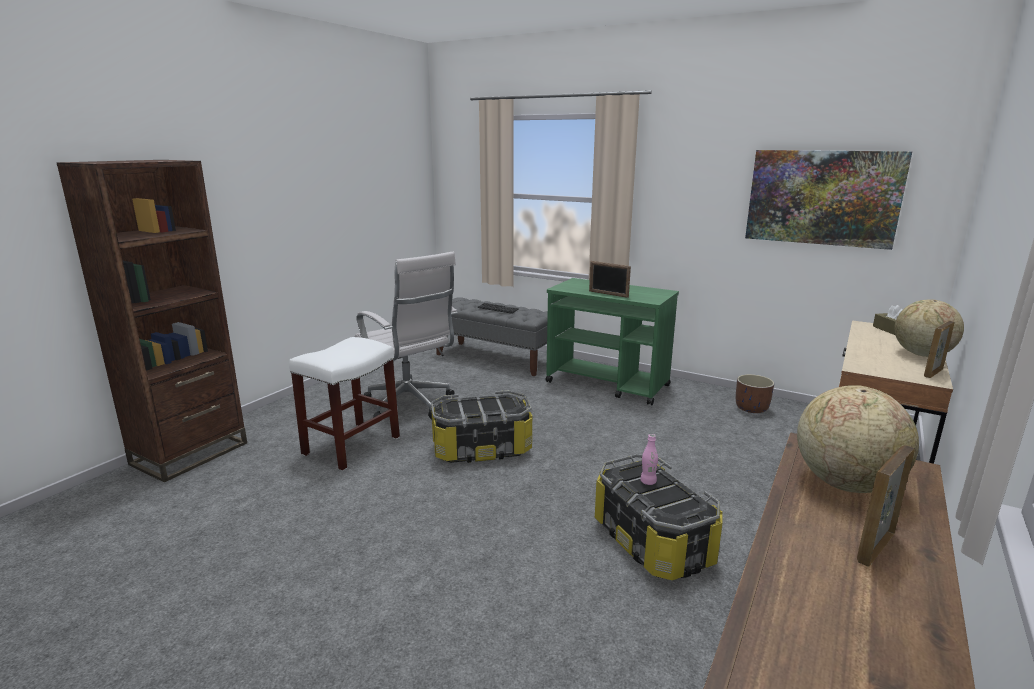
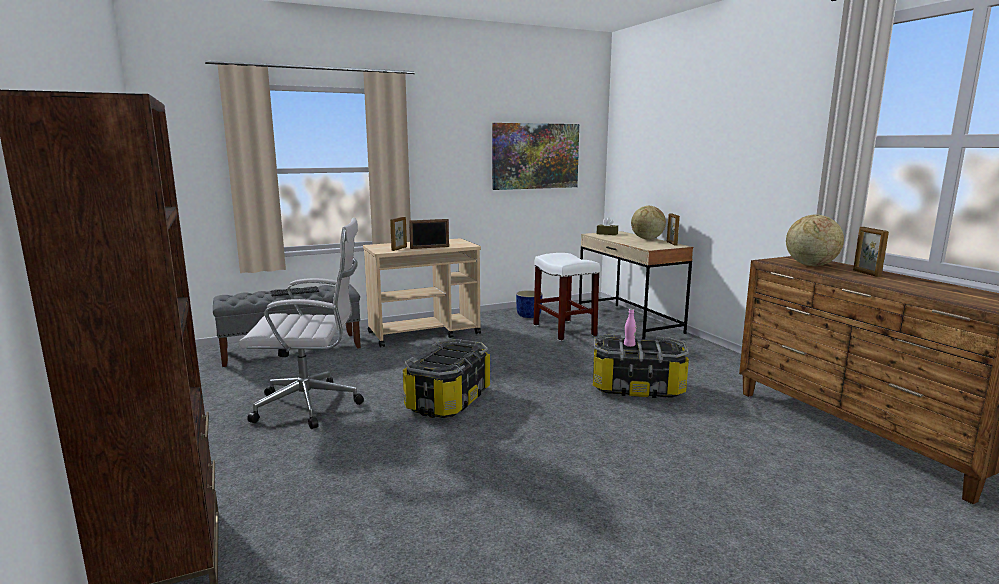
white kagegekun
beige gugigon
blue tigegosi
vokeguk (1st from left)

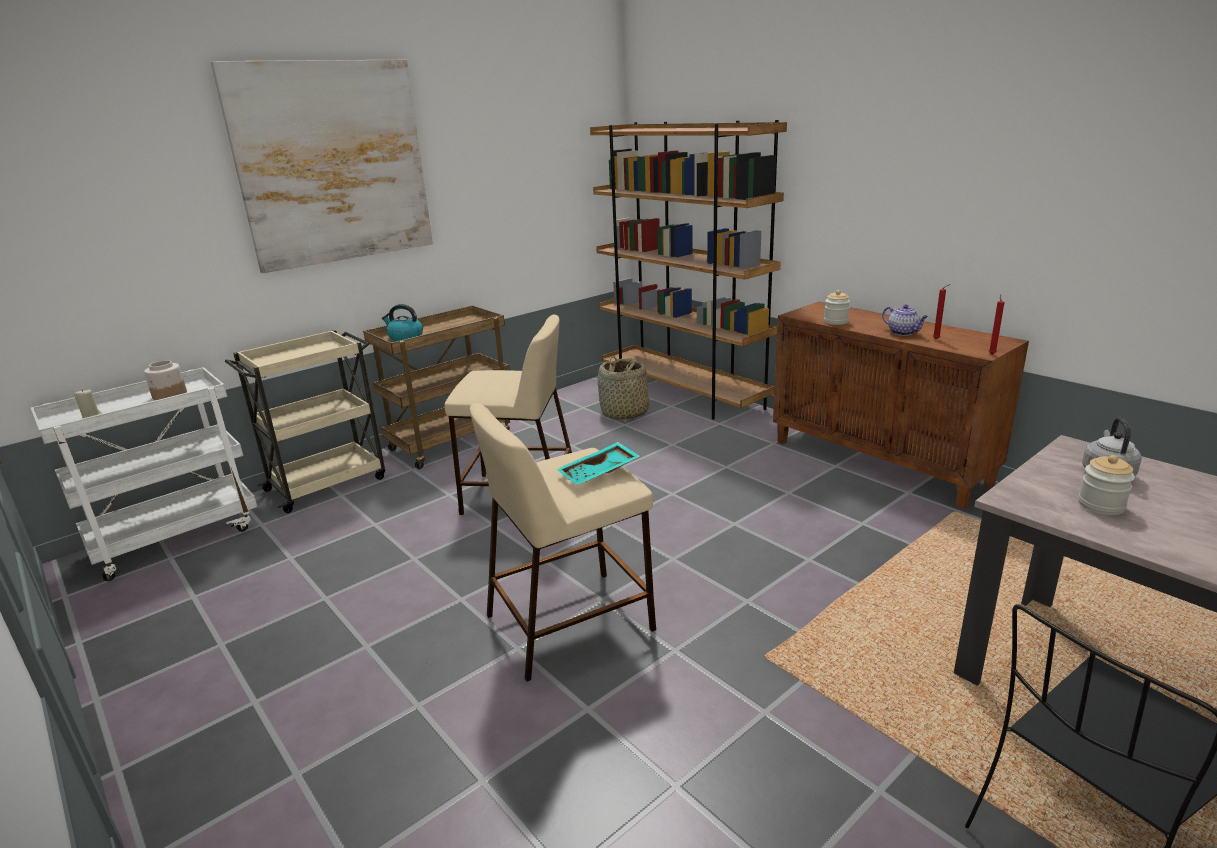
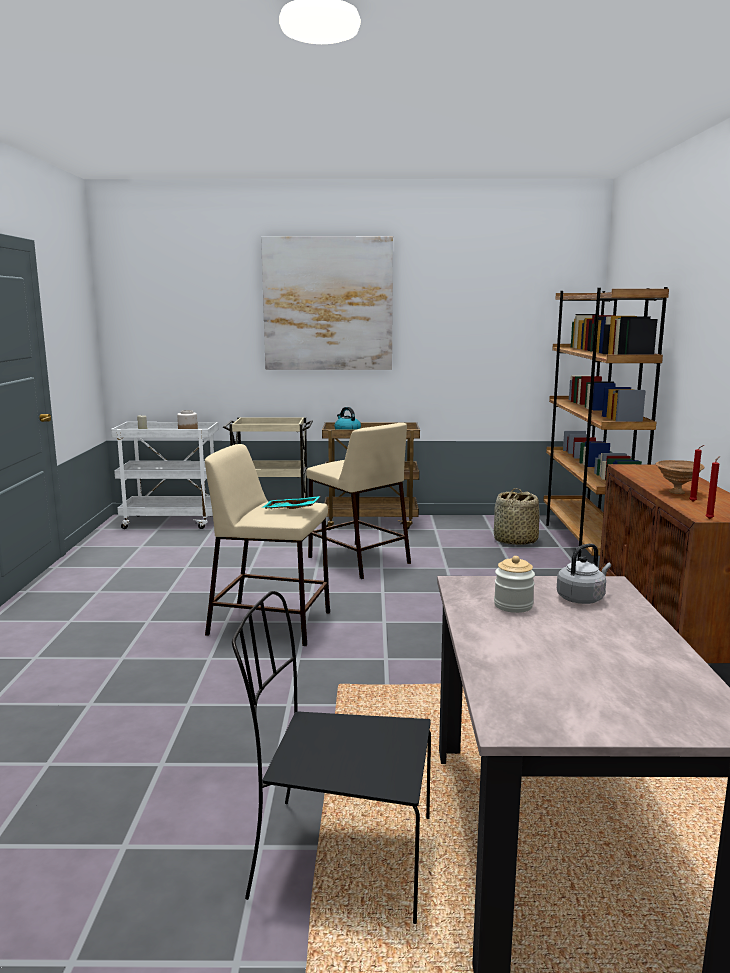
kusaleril (2nd from left in the first image)
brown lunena

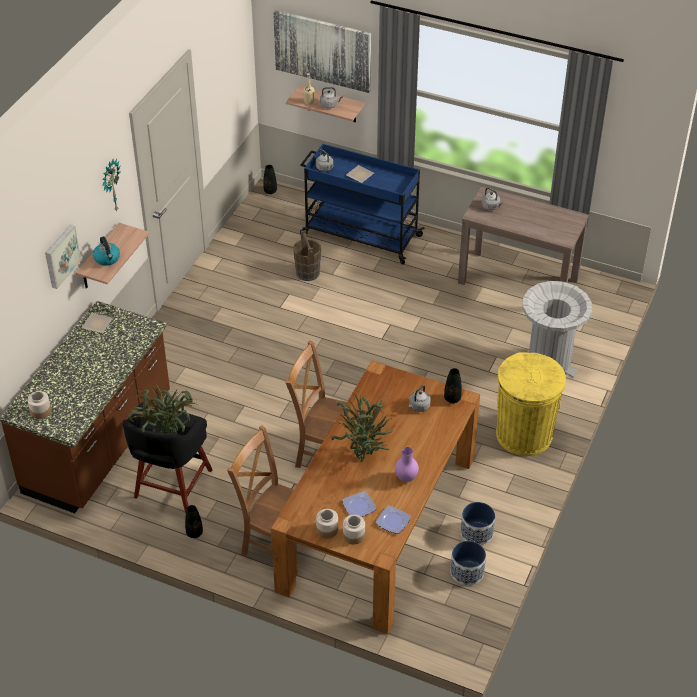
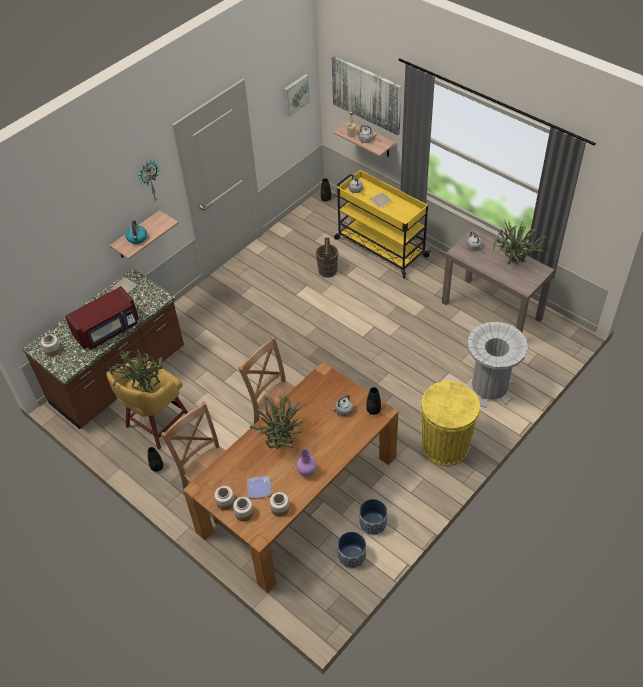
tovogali (1st from left)
yellow kagegekun
yellow gugigon
kusaleril (4th from left)
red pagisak
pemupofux (3rd from left)

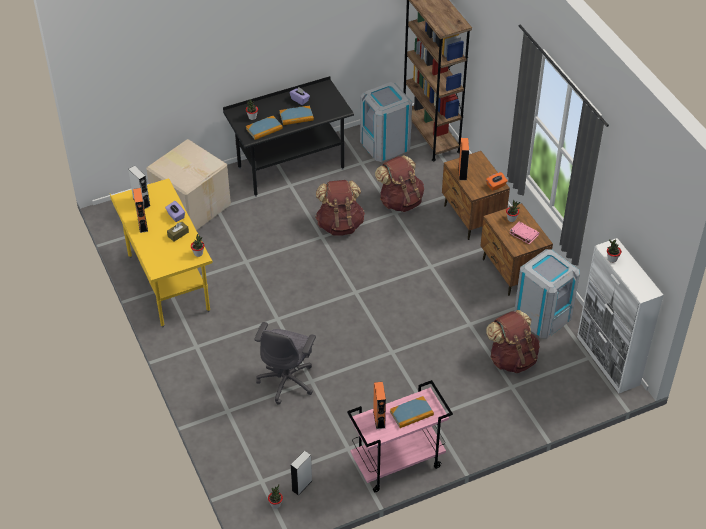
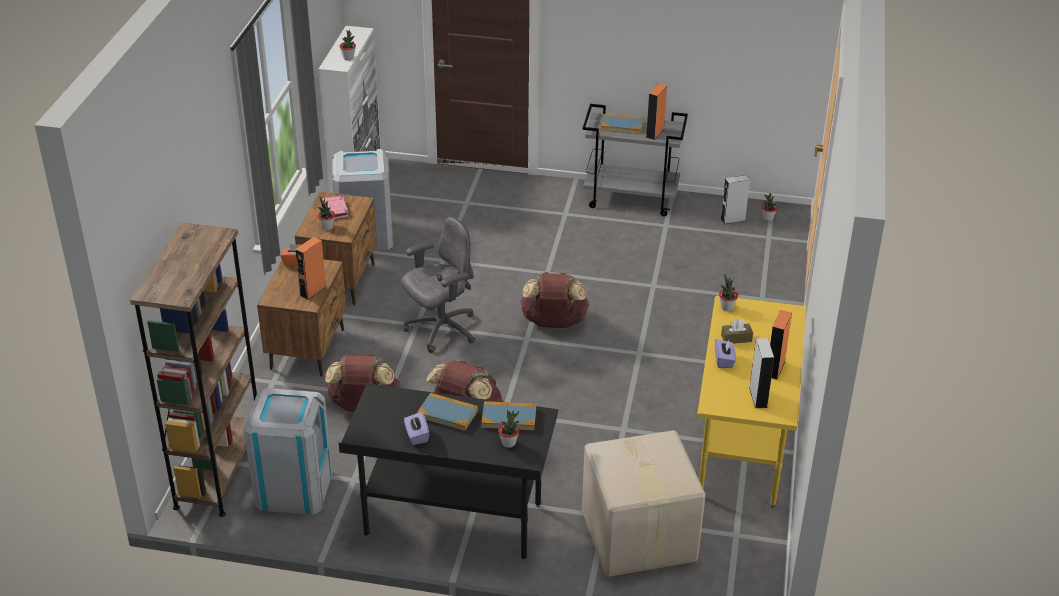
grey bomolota
grey gugigon
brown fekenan (3rd from left)

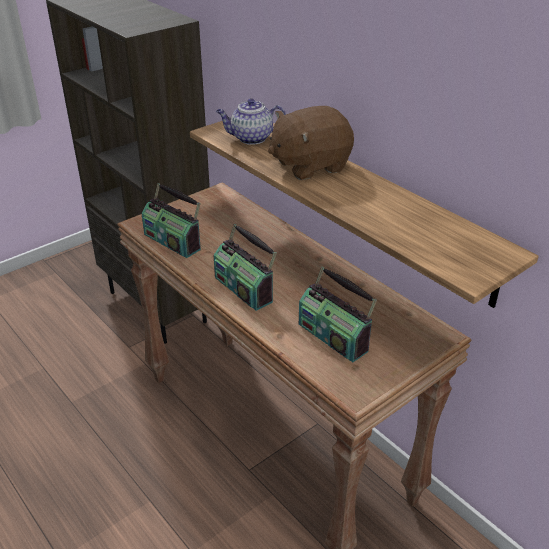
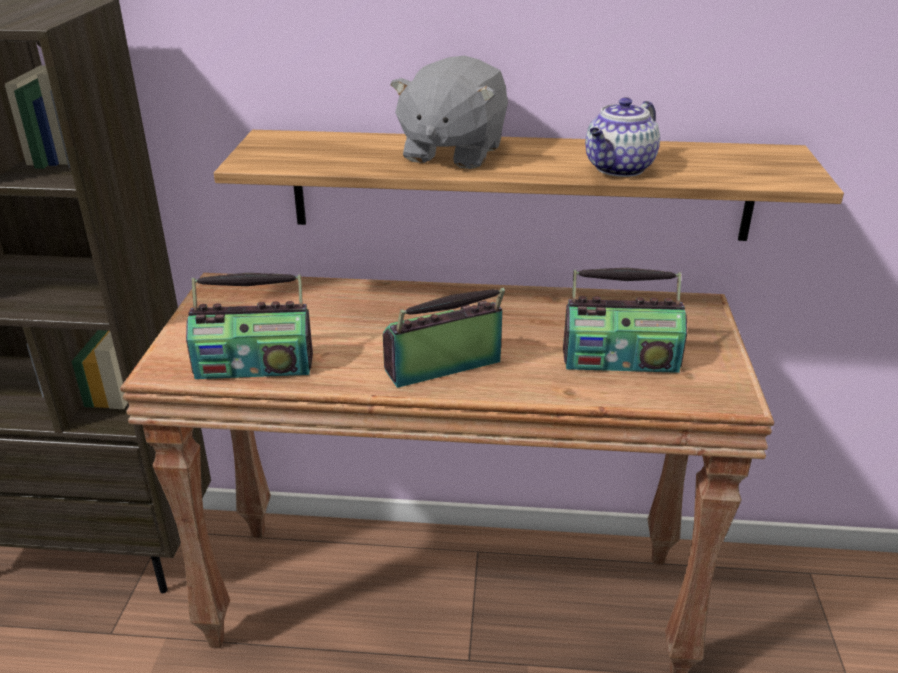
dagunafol (2nd from left)
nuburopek
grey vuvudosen

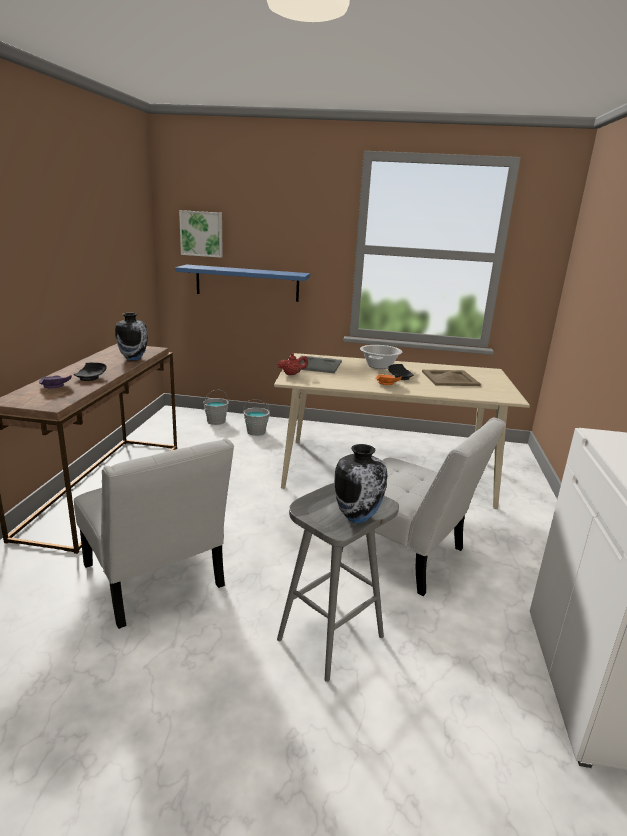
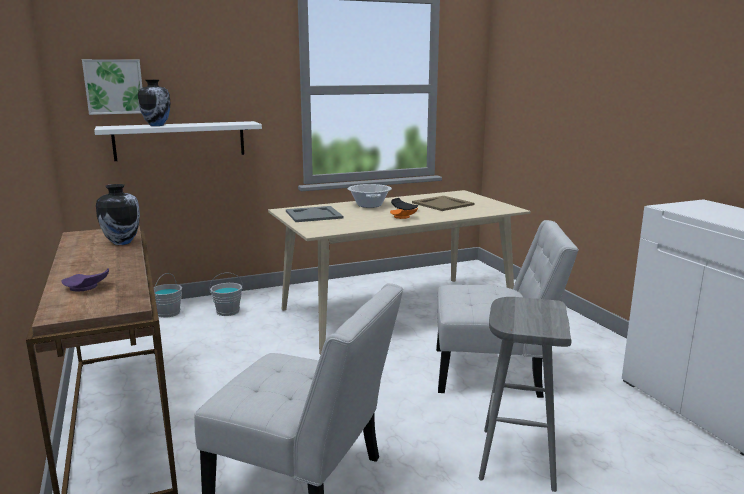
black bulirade (1st from left in the first image)
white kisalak
red nuburopek
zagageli (2nd from left)

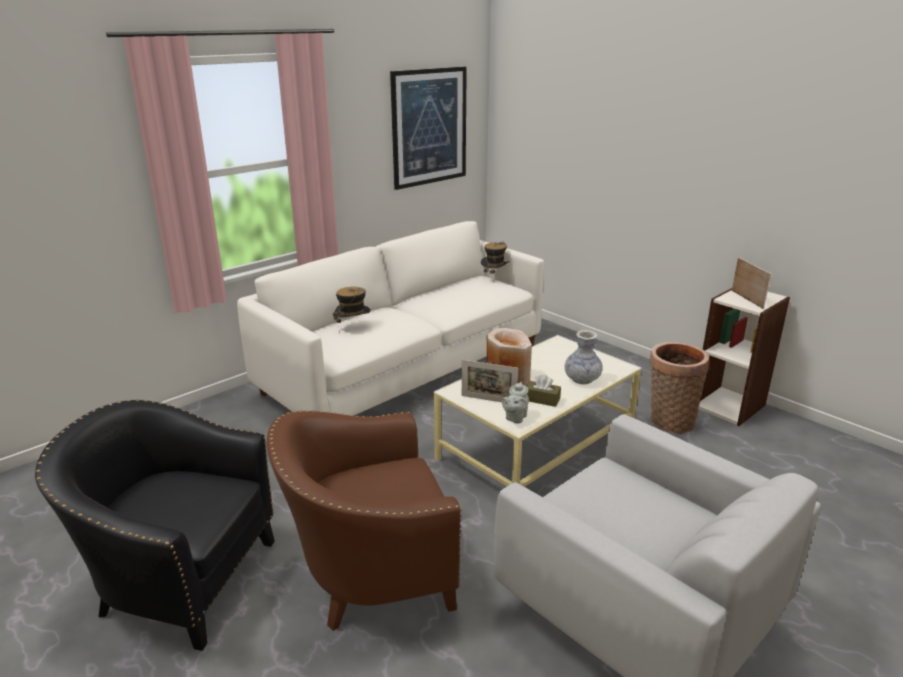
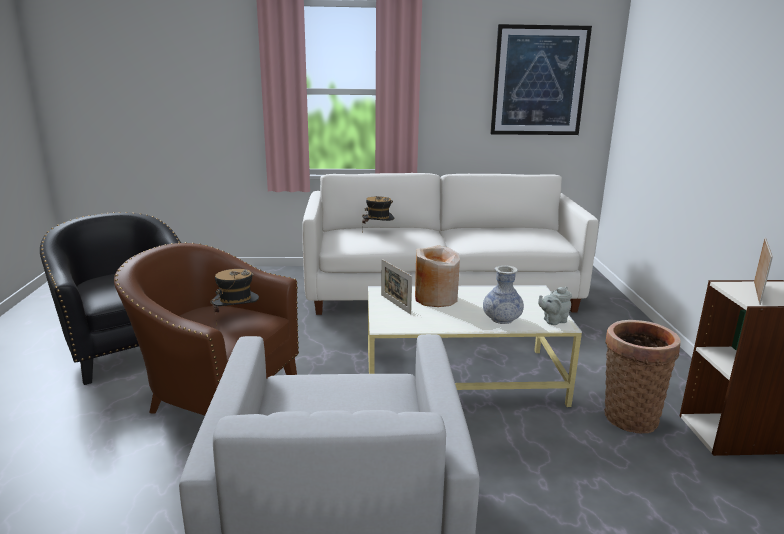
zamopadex (1st from left)
grey nuburopek
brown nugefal

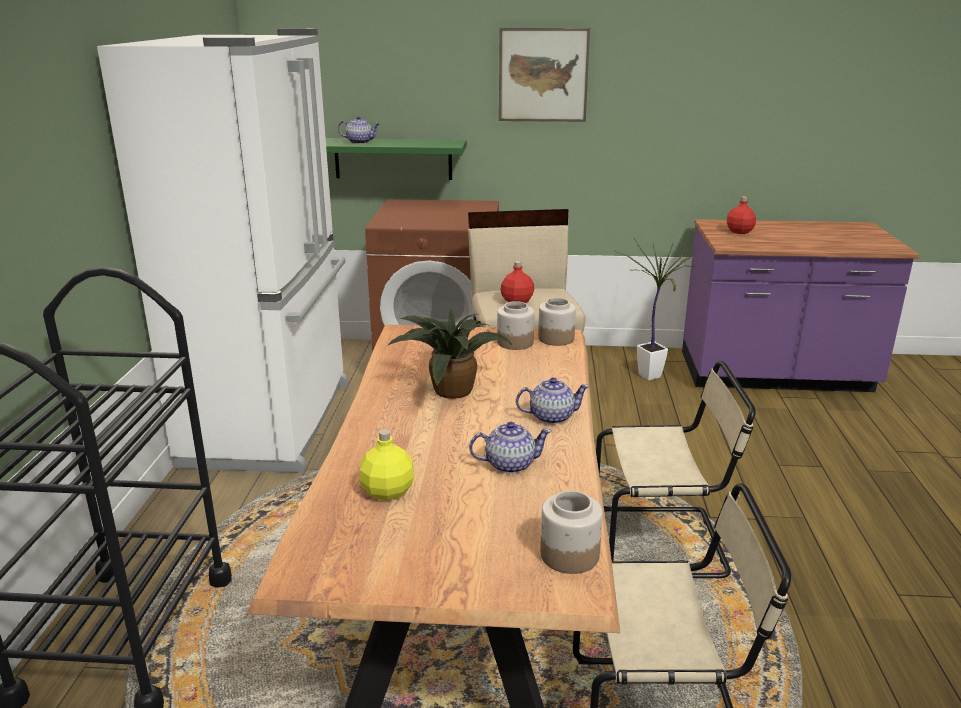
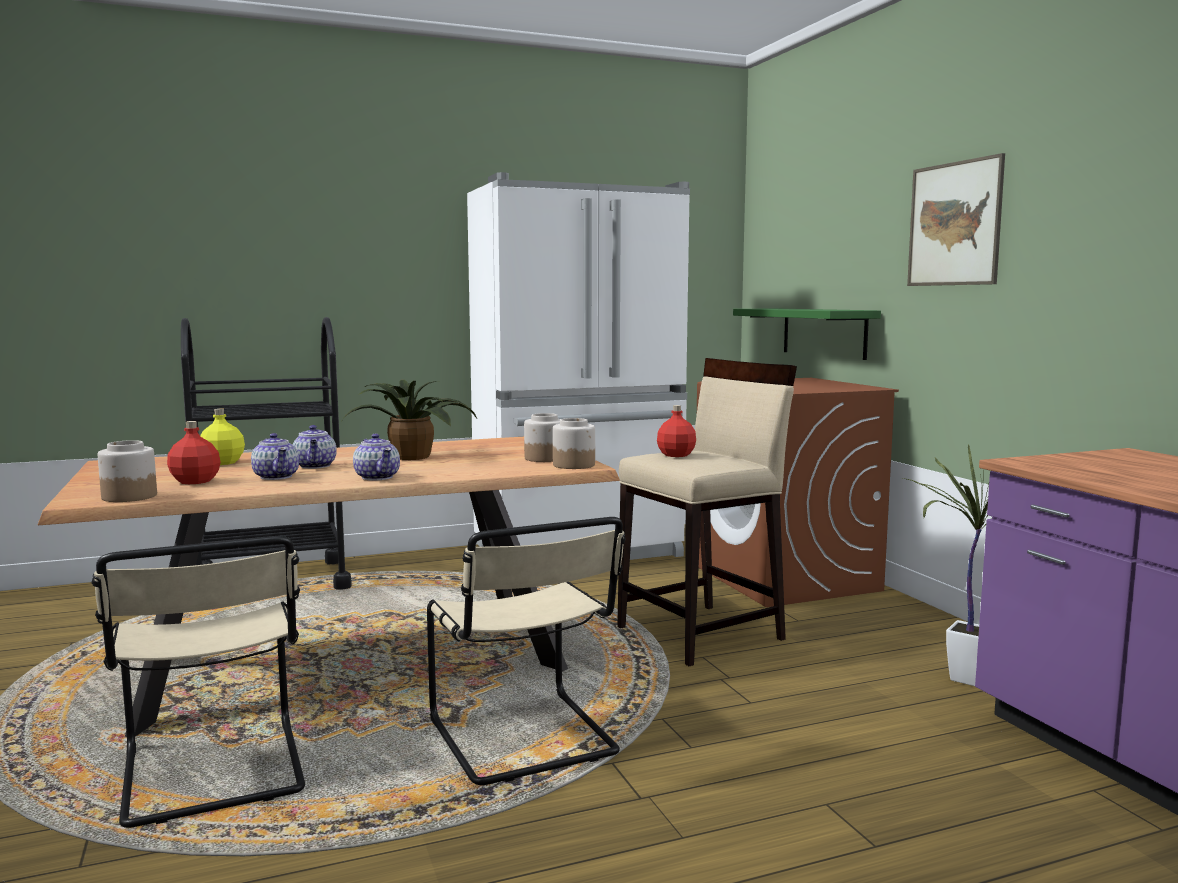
nuburopek (2nd from left)
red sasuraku (1st from left)

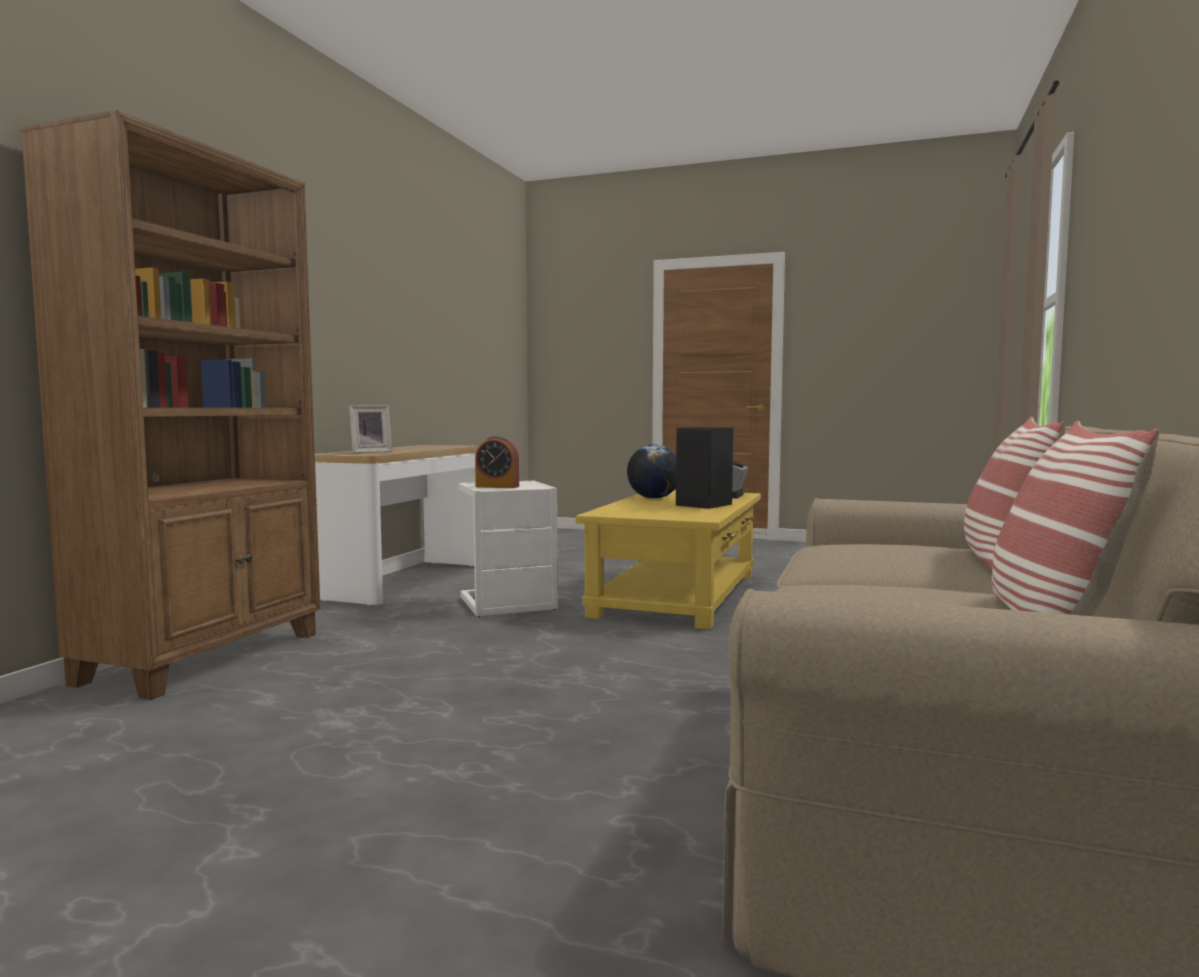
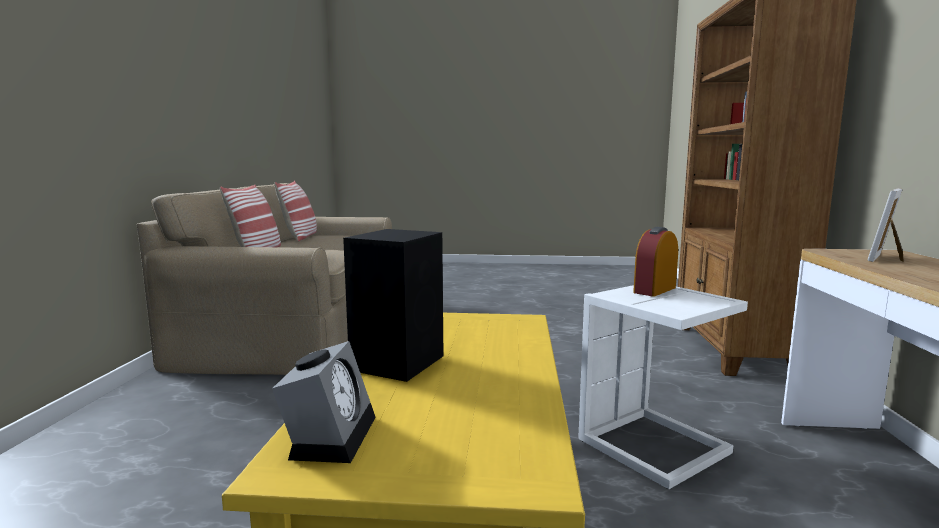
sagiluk (2nd from left)
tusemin

